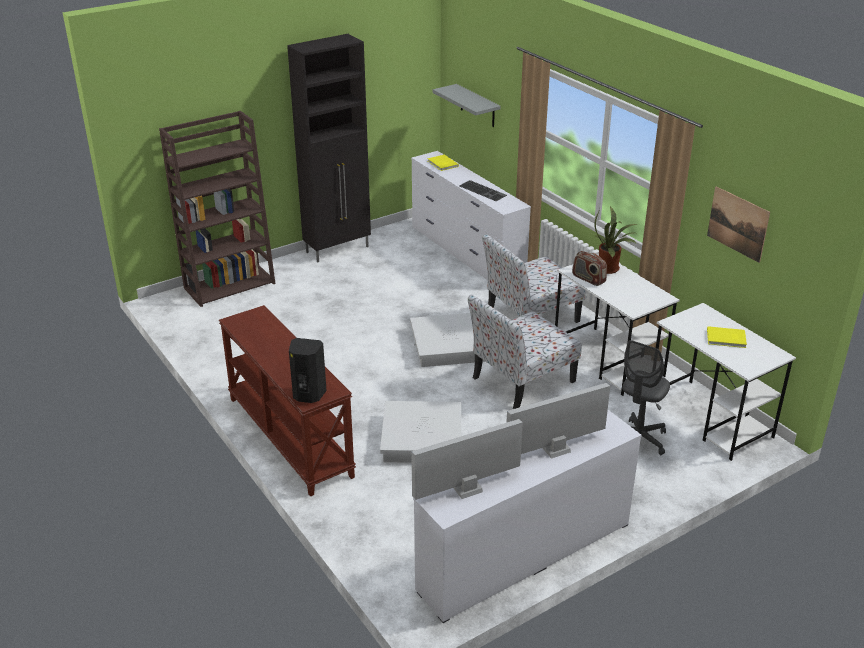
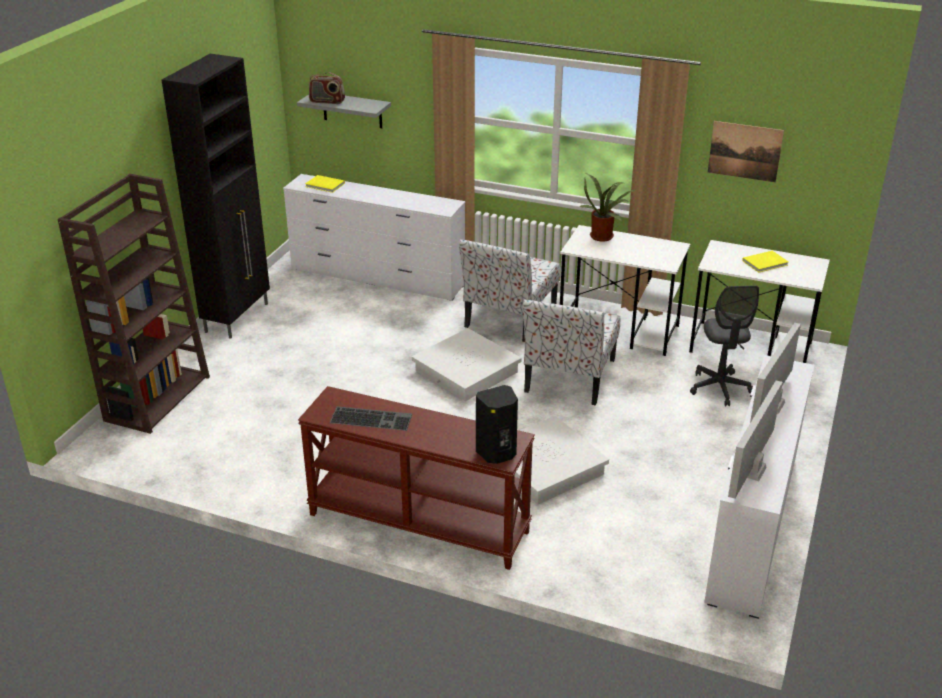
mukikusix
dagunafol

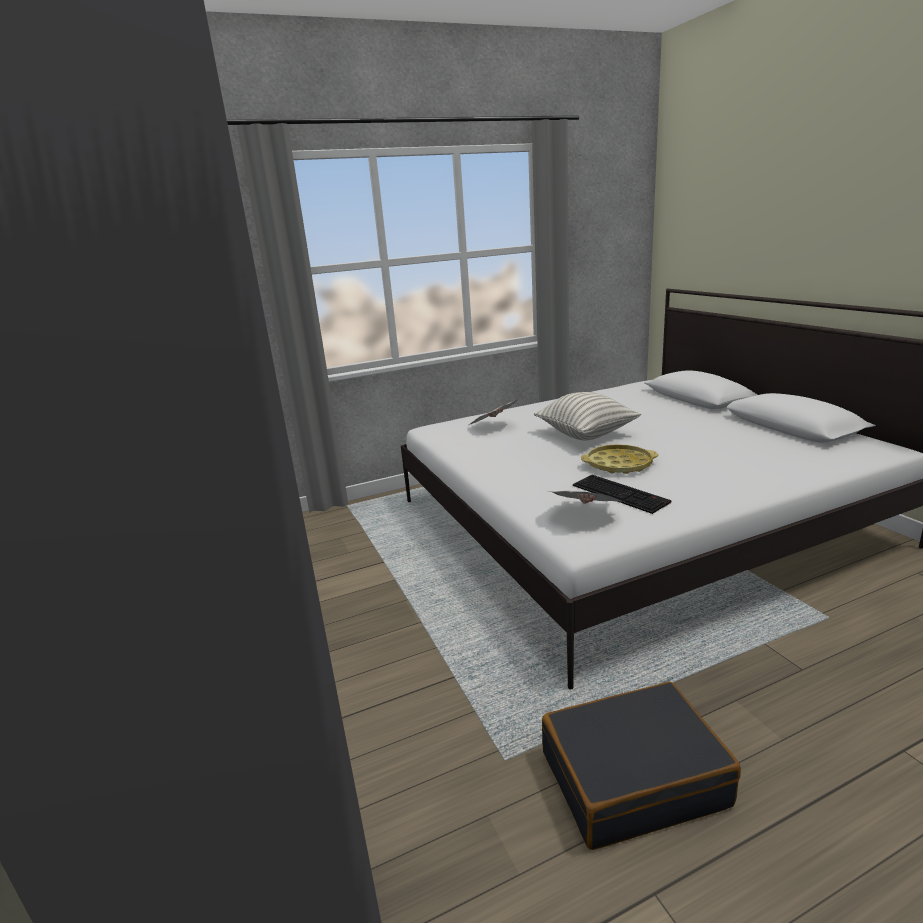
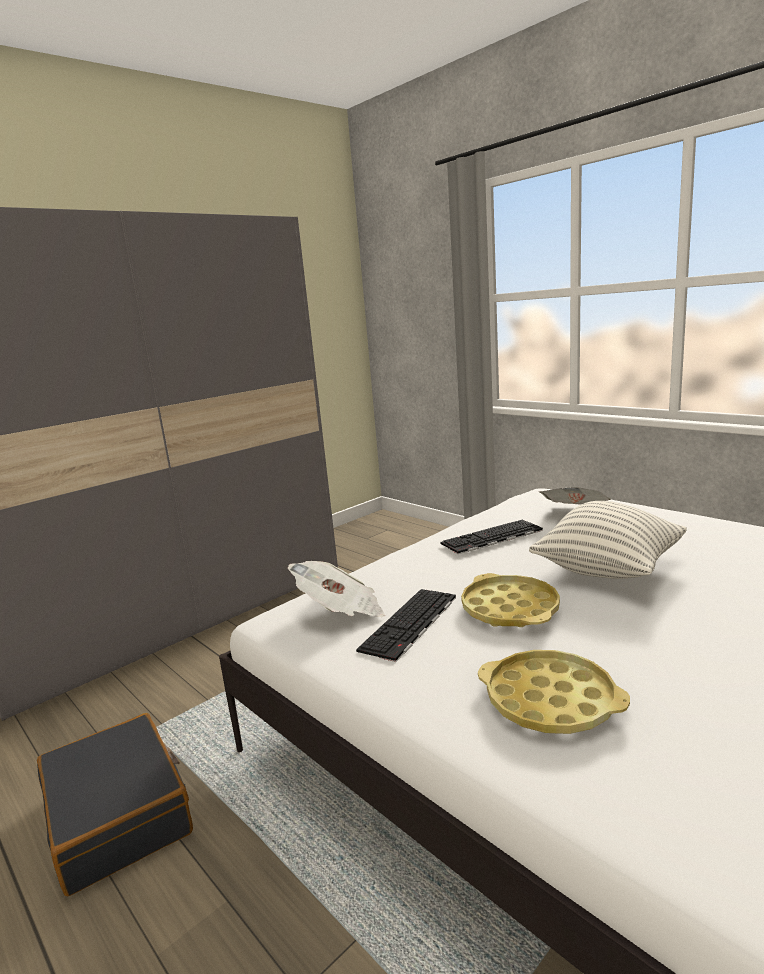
mukikusix (2nd from left)
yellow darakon (2nd from left)

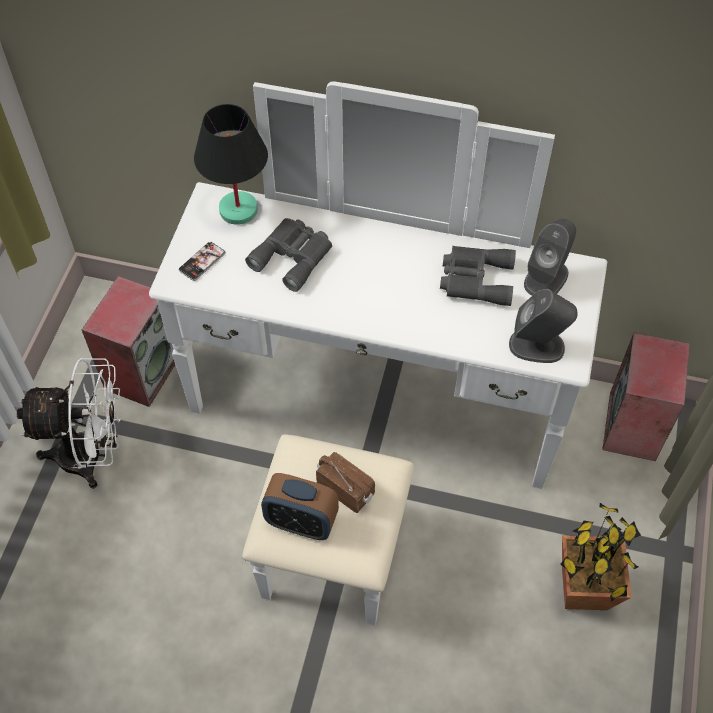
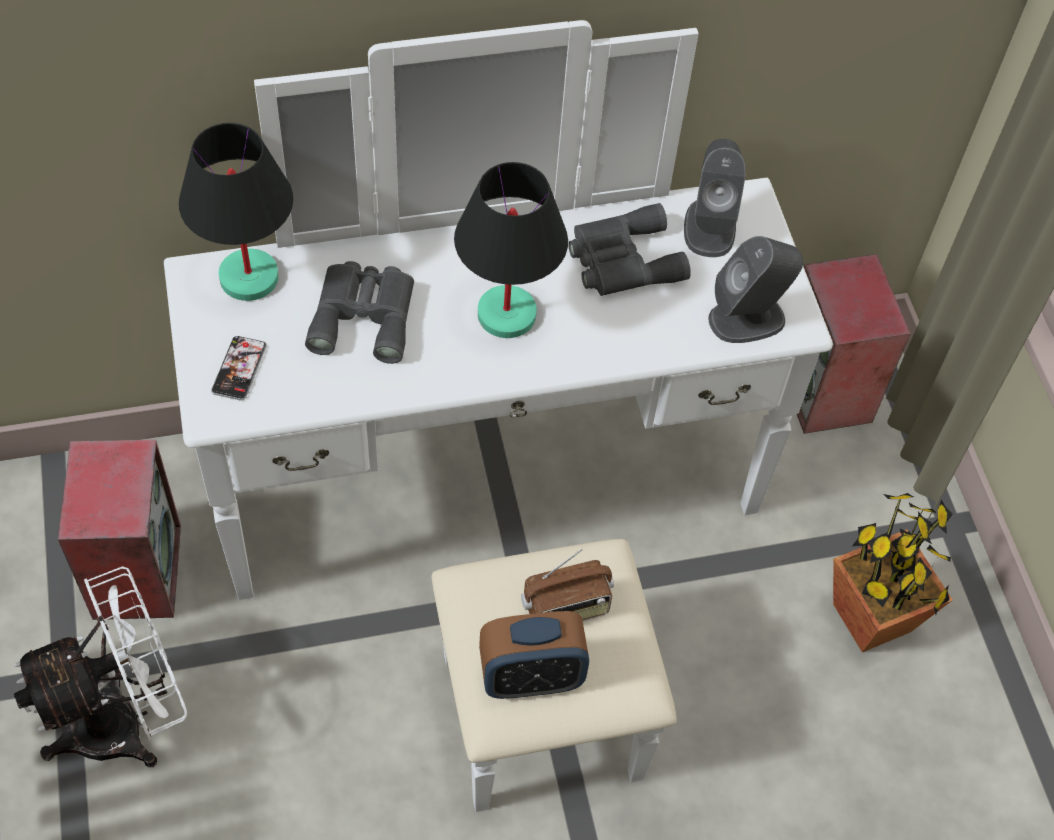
dagunafol
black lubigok (2nd from left)

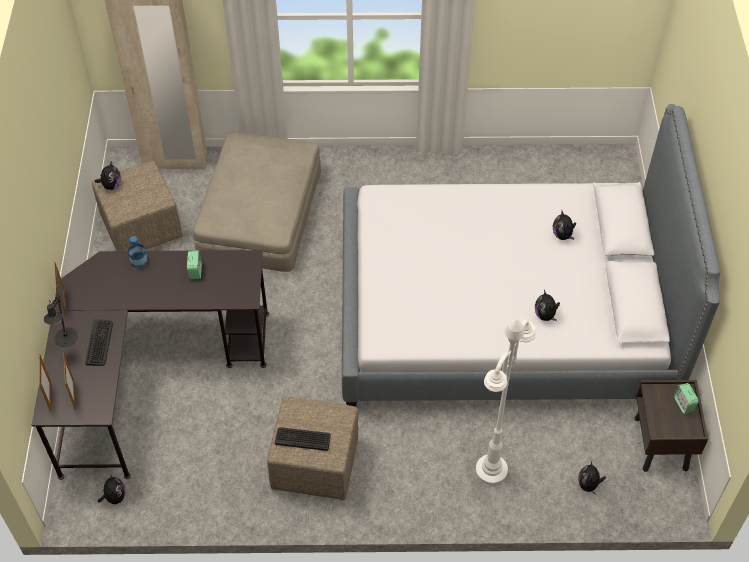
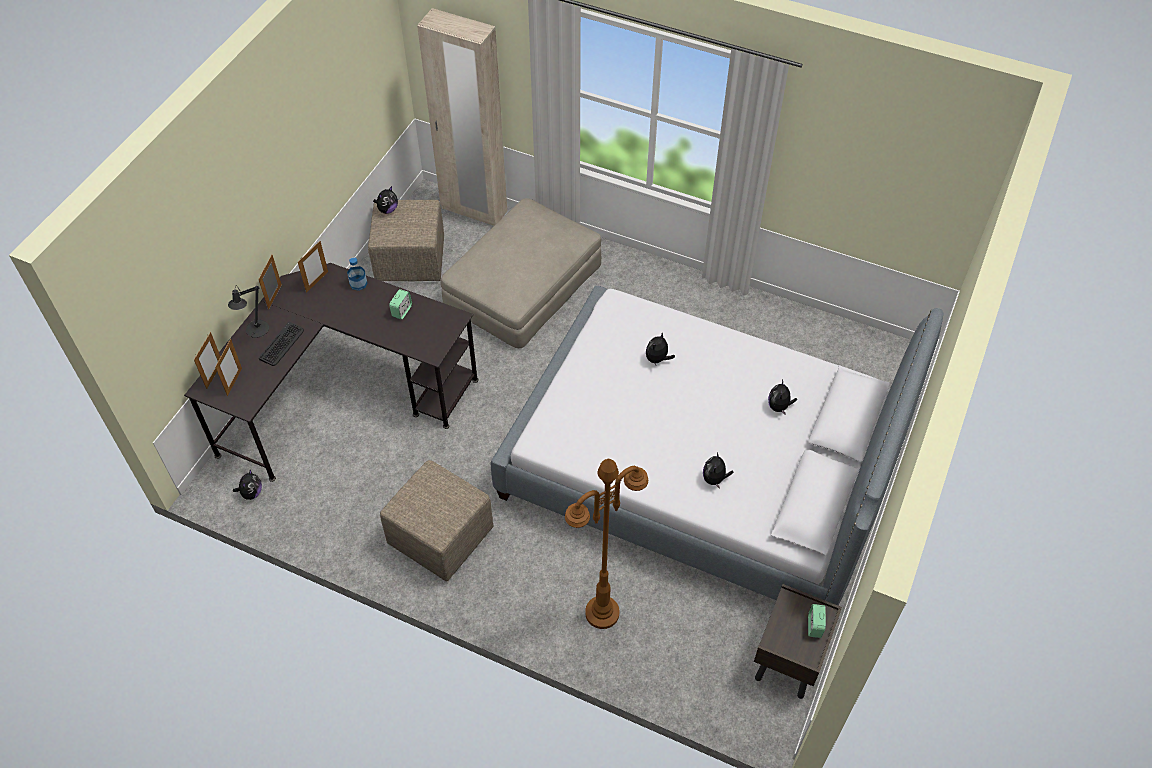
mukikusix (2nd from left in the first image)
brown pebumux
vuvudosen (3rd from left)
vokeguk (4th from left)

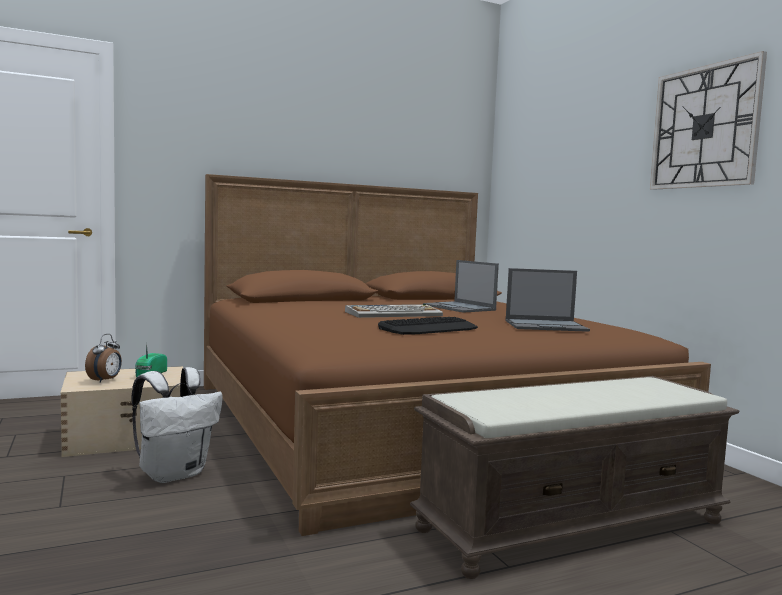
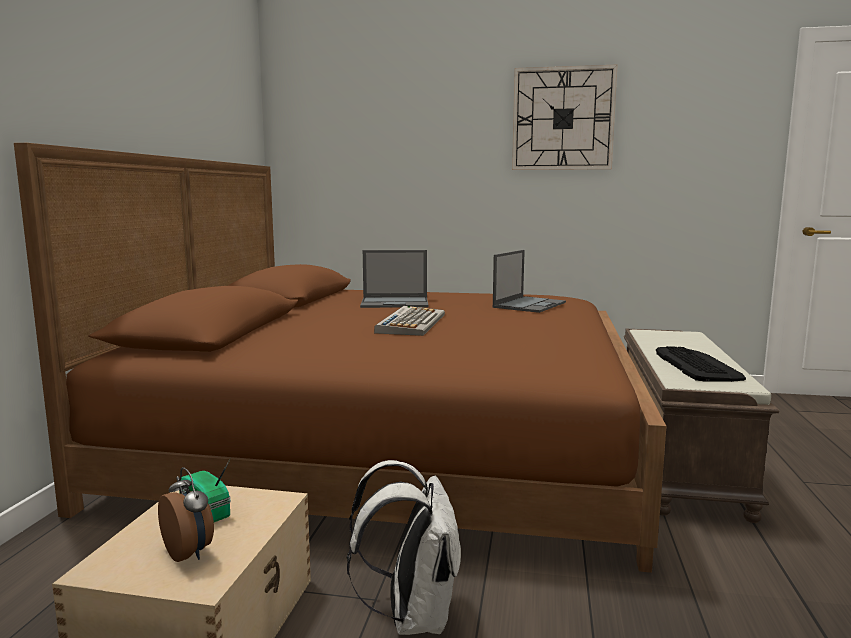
mukikusix (2nd from left)

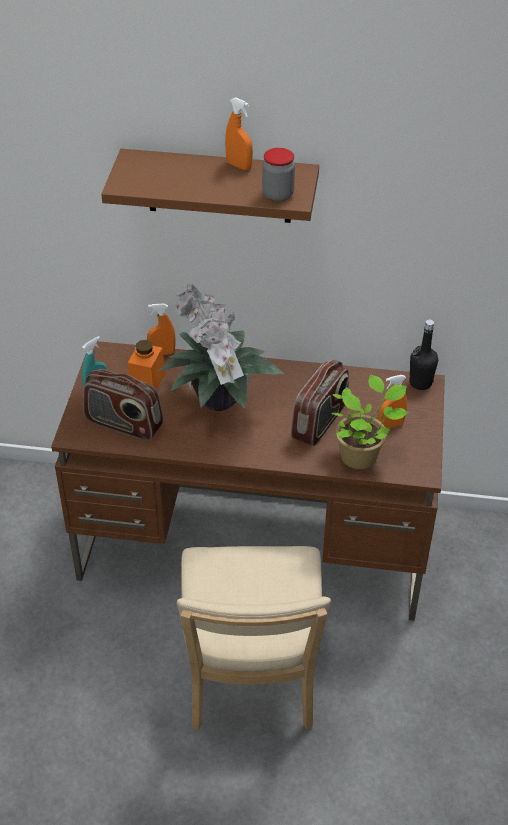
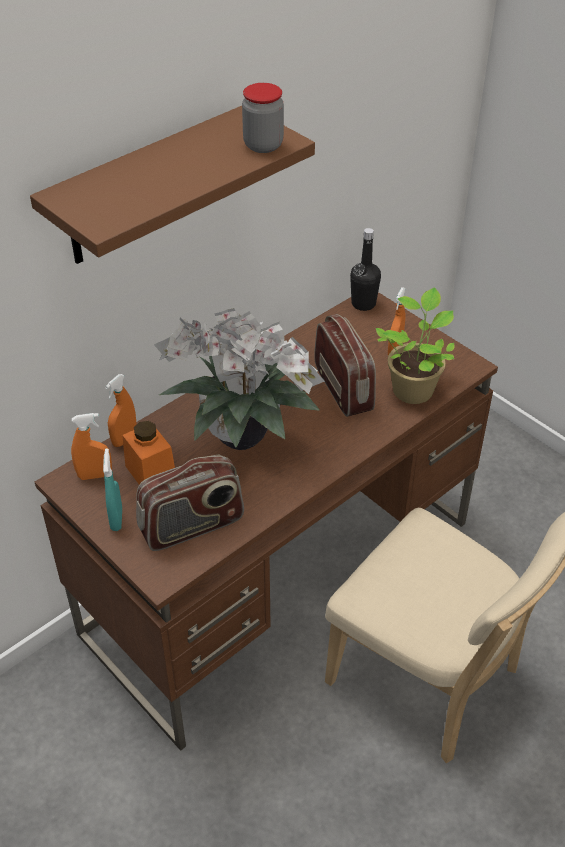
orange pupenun (1st from left)

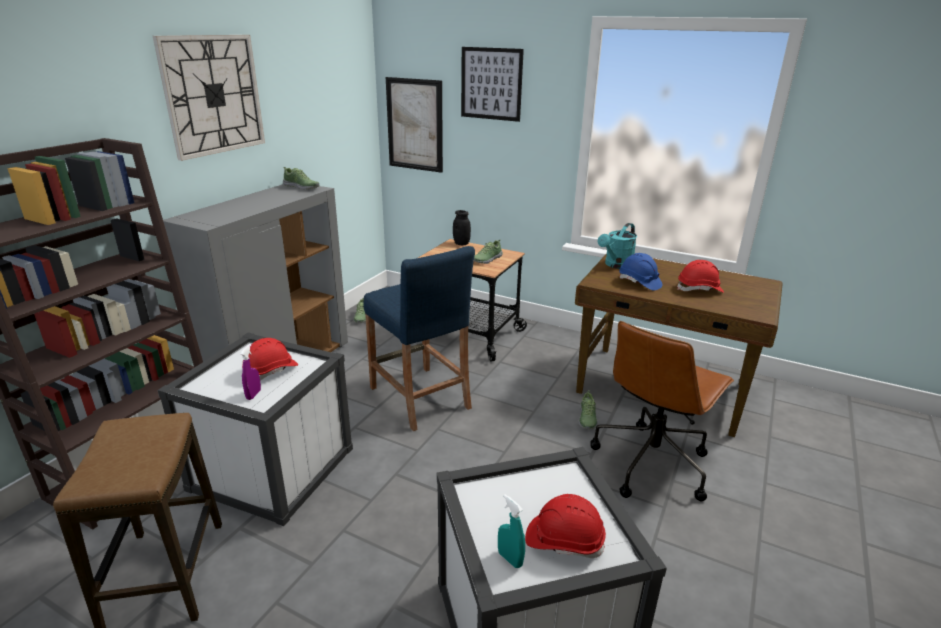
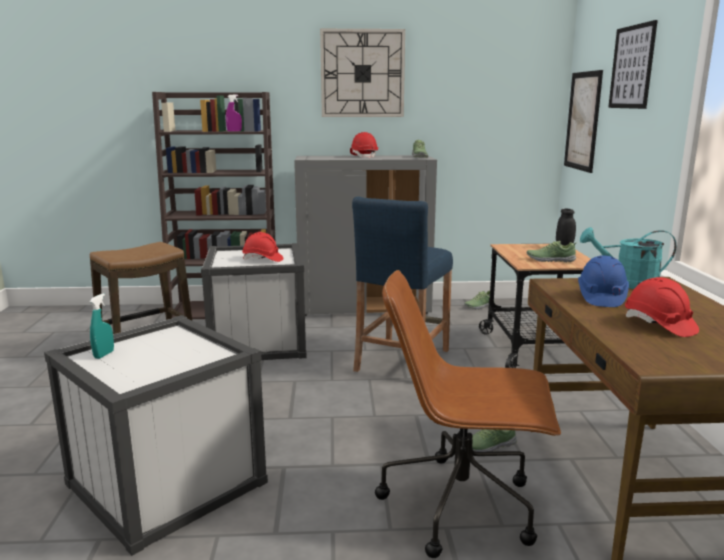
purple pupenun
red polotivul (2nd from left)

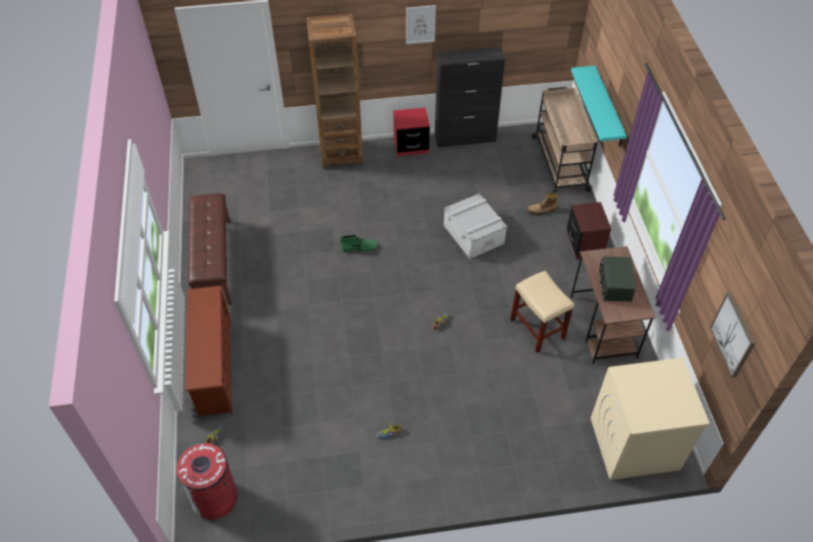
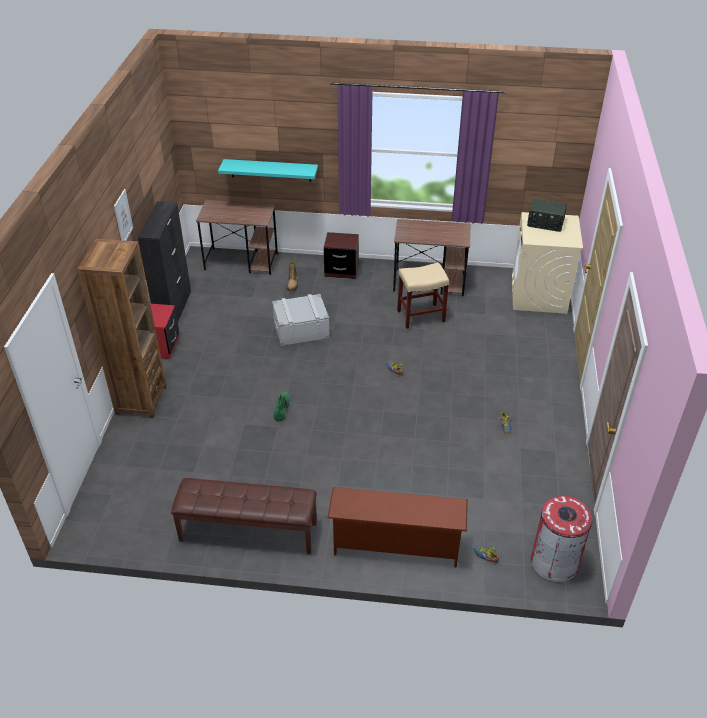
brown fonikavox (1st from left)
dagunafol
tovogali (2nd from left in the first image)

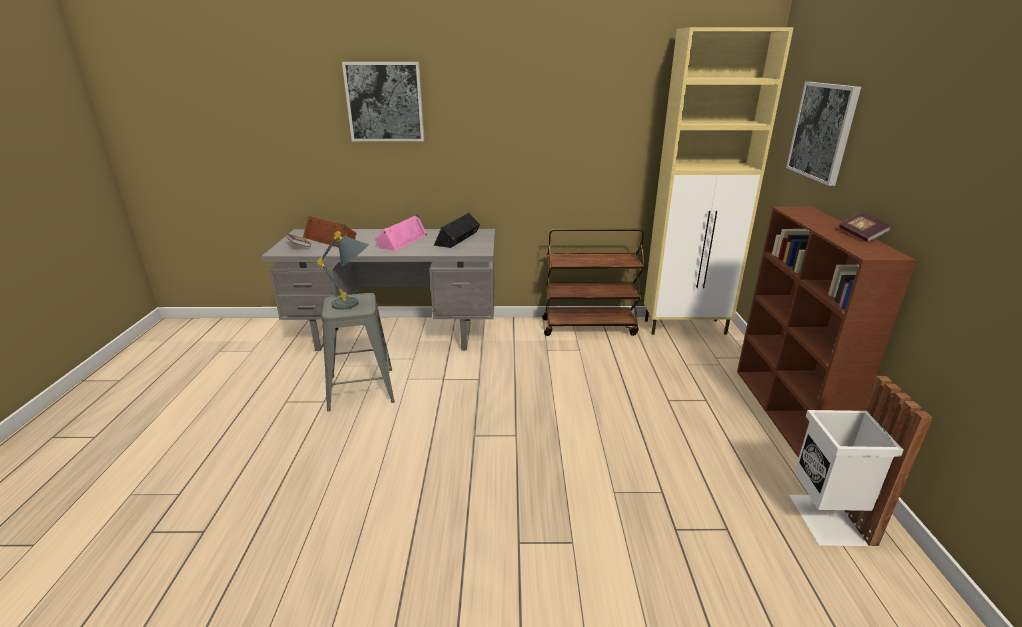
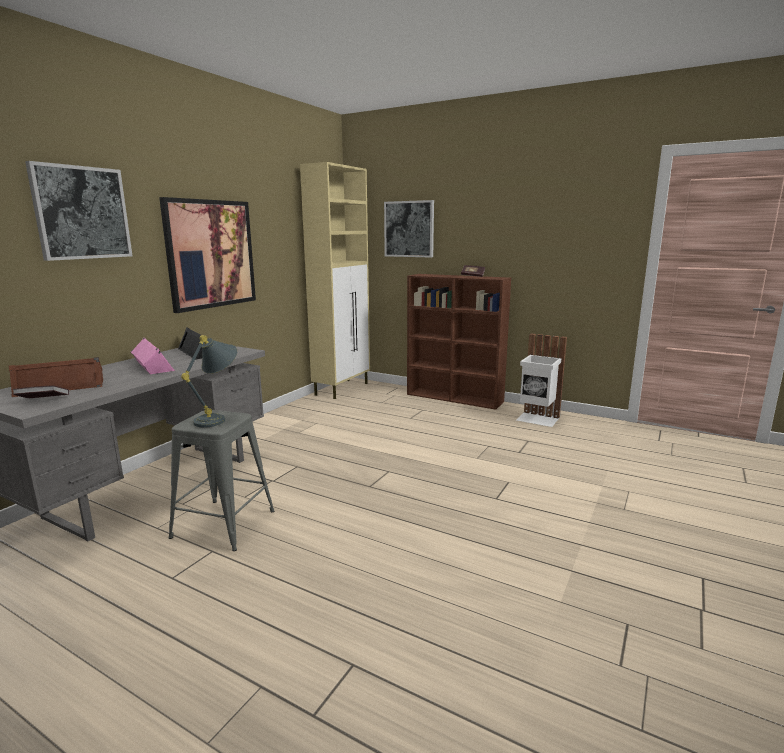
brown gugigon
tovogali (2nd from left)

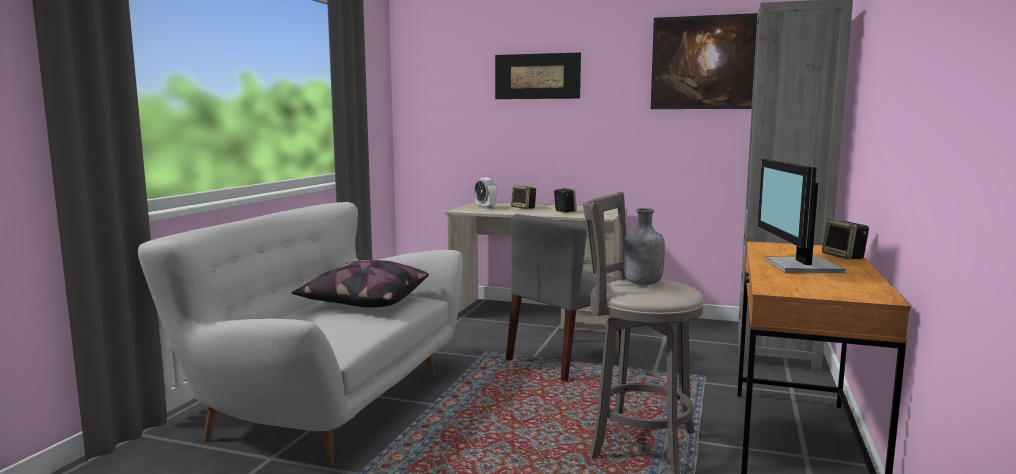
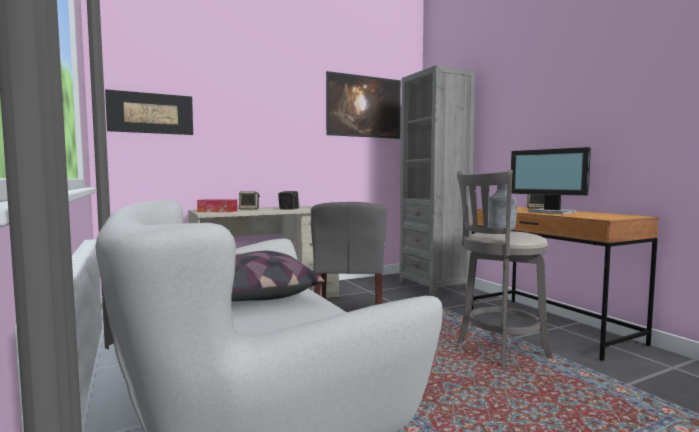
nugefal
tovogali (1st from left)

